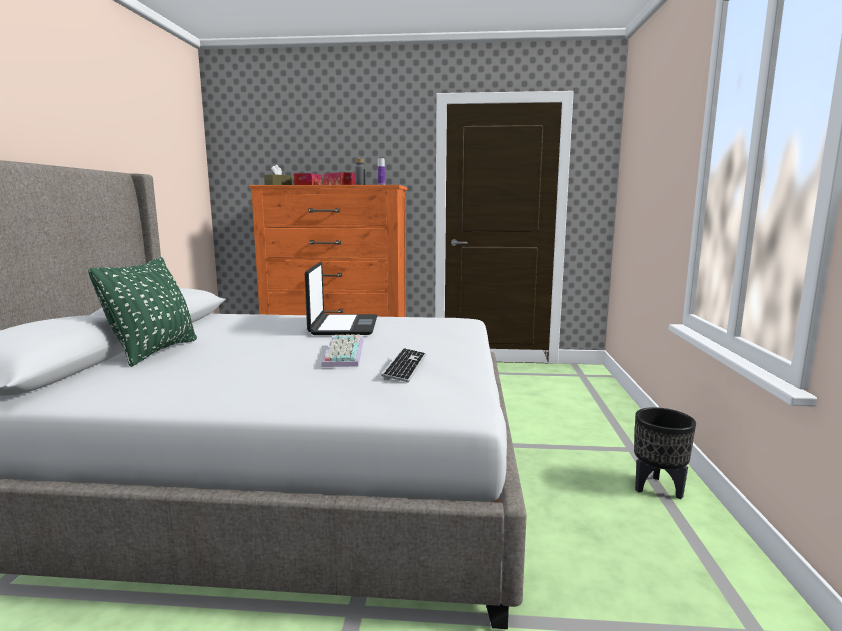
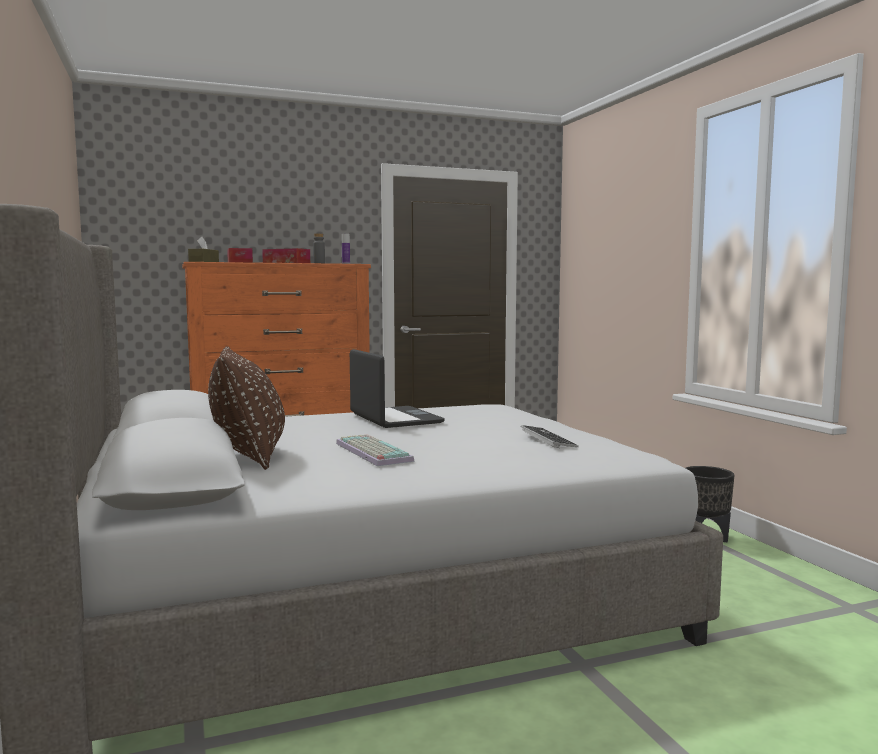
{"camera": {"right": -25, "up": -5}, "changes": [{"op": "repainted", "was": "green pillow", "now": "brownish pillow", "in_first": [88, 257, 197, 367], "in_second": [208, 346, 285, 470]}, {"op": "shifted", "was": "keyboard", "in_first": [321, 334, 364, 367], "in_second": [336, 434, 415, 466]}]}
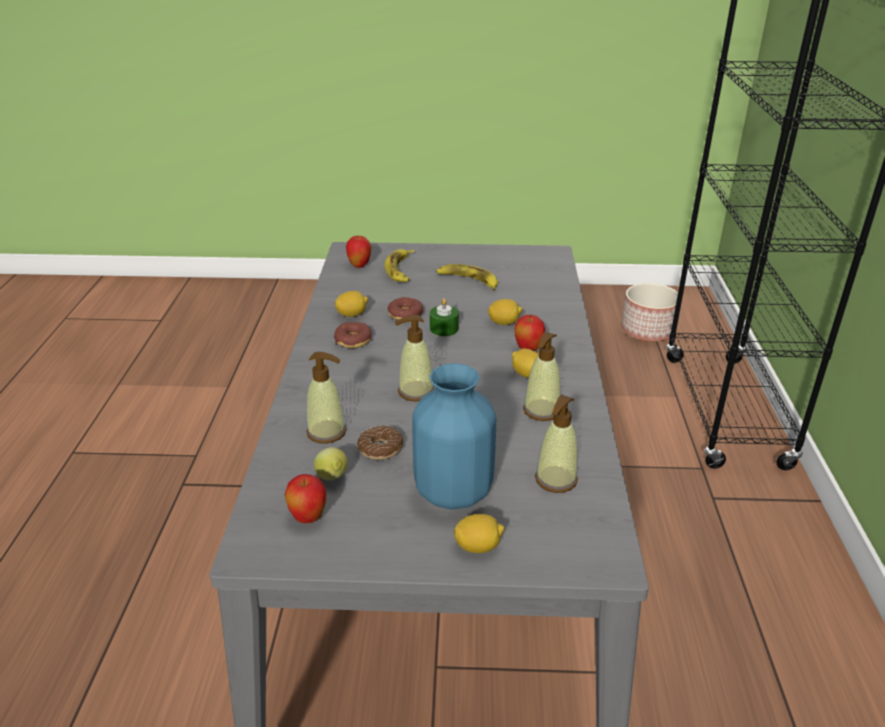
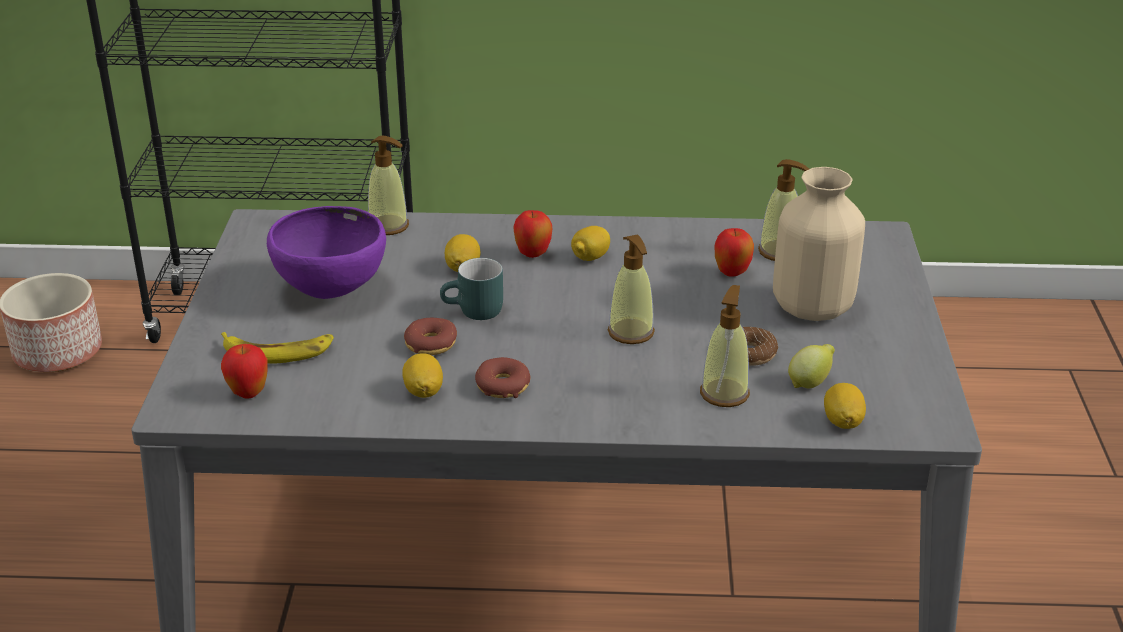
{"camera": {"right": -90, "up": 0}, "changes": [{"op": "swapped", "was": "whole banana", "now": "purple-coloured serving bowl", "in_first": [436, 264, 498, 290], "in_second": [267, 206, 386, 299]}, {"op": "shifted", "was": "liquid soap bottle", "in_first": [523, 332, 561, 421], "in_second": [368, 136, 409, 235]}, {"op": "swapped", "was": "green wax light", "now": "turquoise-coloured coffee mug", "in_first": [430, 298, 459, 336], "in_second": [440, 258, 503, 320]}, {"op": "shifted", "was": "apple", "in_first": [285, 474, 326, 523], "in_second": [714, 228, 754, 277]}, {"op": "repainted", "was": "bluish decorative vase", "now": "beige-coloured decorative vase", "in_first": [412, 363, 496, 510], "in_second": [773, 167, 865, 321]}, {"op": "shifted", "was": "whole lemon", "in_first": [454, 514, 505, 553], "in_second": [824, 383, 866, 429]}]}
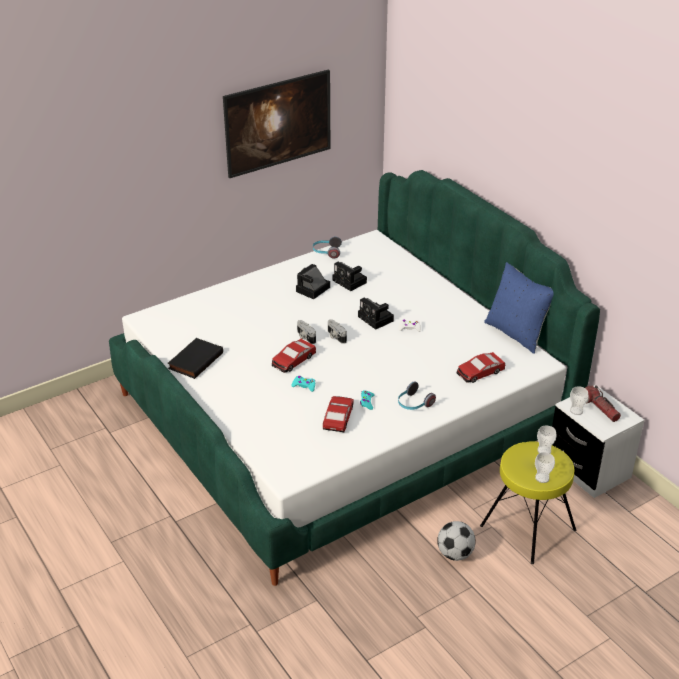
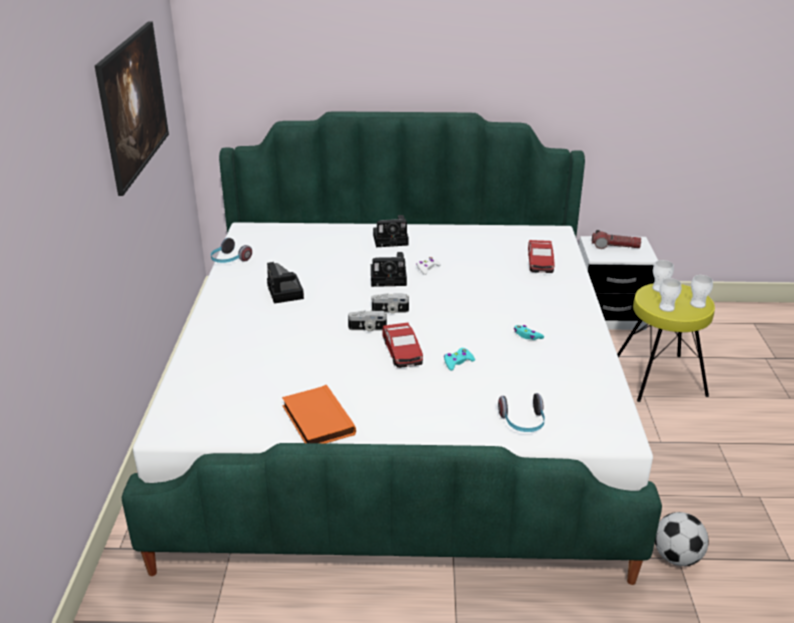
{"camera": {"right": -55, "up": -5}, "changes": [{"op": "repainted", "was": "blackish volume", "now": "orange volume", "in_first": [168, 338, 223, 379], "in_second": [282, 385, 356, 443]}, {"op": "shifted", "was": "photo camera", "in_first": [333, 262, 367, 291], "in_second": [373, 215, 409, 247]}, {"op": "shifted", "was": "headset", "in_first": [398, 381, 436, 410], "in_second": [498, 393, 545, 432]}, {"op": "shifted", "was": "ball for football", "in_first": [437, 521, 476, 561], "in_second": [655, 512, 709, 566]}, {"op": "shifted", "was": "small cup", "in_first": [570, 386, 589, 415], "in_second": [659, 278, 682, 312]}, {"op": "gone", "was": "toy car", "in_first": [323, 396, 354, 432]}, {"op": "gone", "was": "bluish pillow", "in_first": [484, 262, 554, 354]}]}
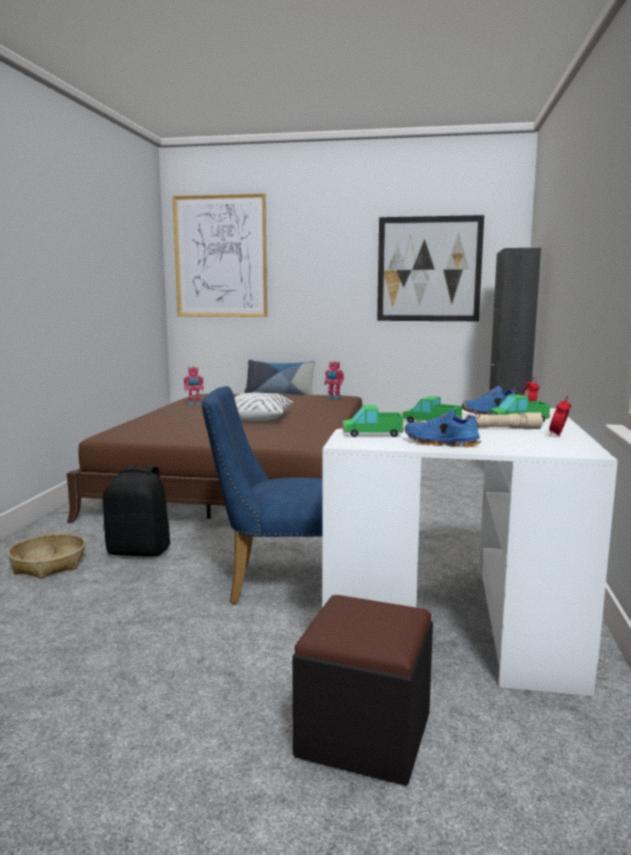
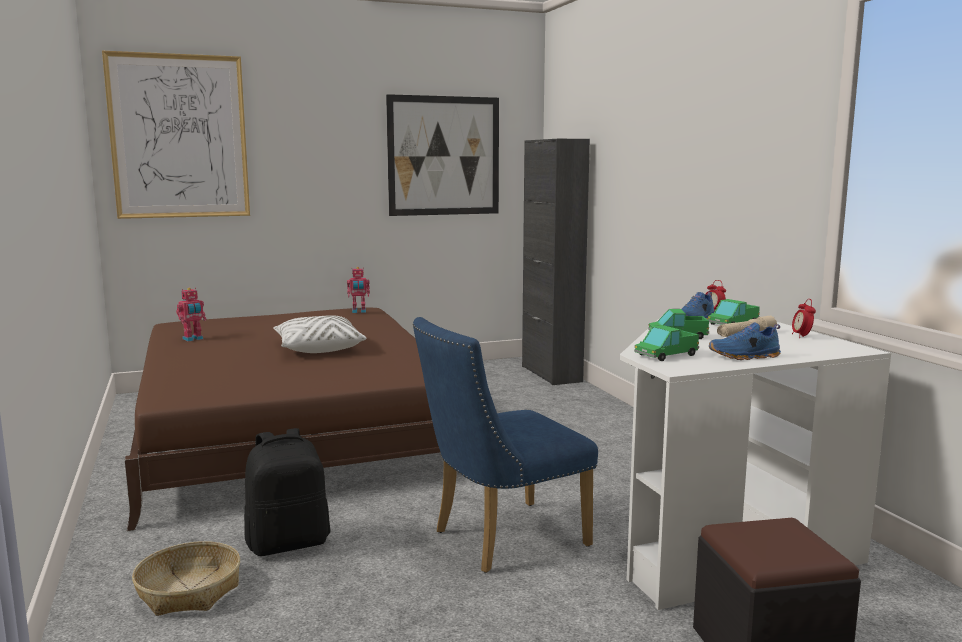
{"camera": {"right": -30, "up": 0}, "changes": [{"op": "gone", "was": "pillow", "in_first": [244, 360, 315, 395]}]}
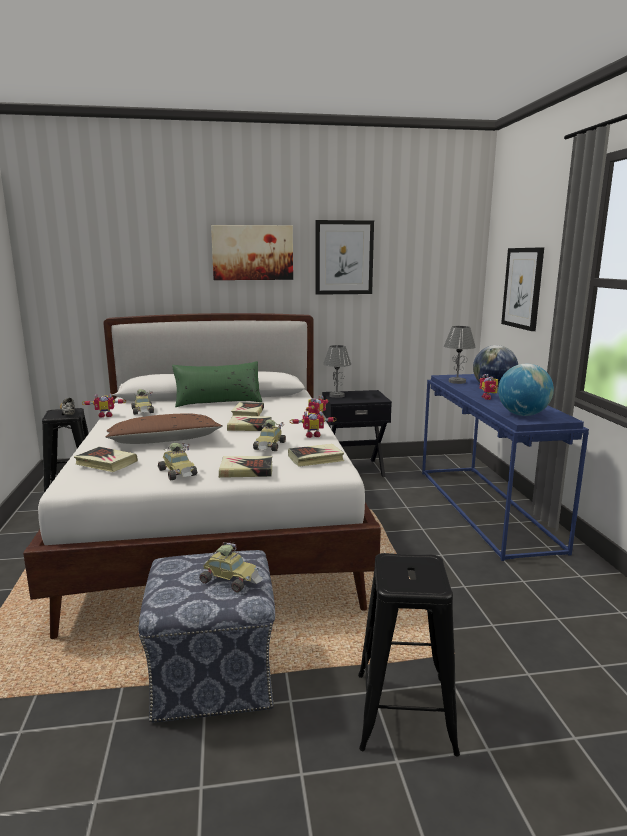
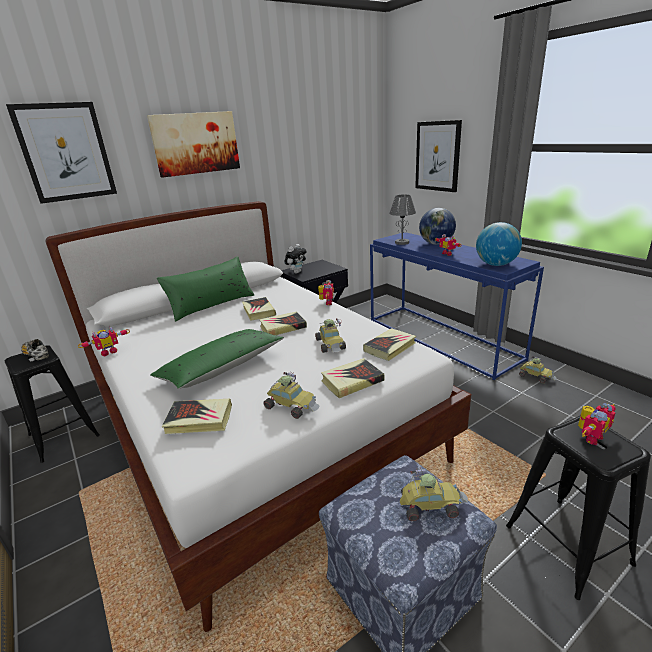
{"camera": {"right": -25, "up": 10}, "changes": [{"op": "shifted", "was": "wall art", "in_first": [315, 220, 374, 295], "in_second": [6, 102, 117, 204]}, {"op": "repainted", "was": "brownish pillow", "now": "green pillow", "in_first": [106, 413, 223, 444], "in_second": [150, 329, 284, 389]}, {"op": "swapped", "was": "gray table lamp", "now": "plush toy", "in_first": [323, 345, 351, 398], "in_second": [284, 244, 307, 273]}, {"op": "shifted", "was": "toy car", "in_first": [131, 389, 154, 415], "in_second": [519, 356, 557, 383]}, {"op": "shifted", "was": "model robot", "in_first": [290, 411, 336, 438], "in_second": [578, 403, 616, 445]}]}
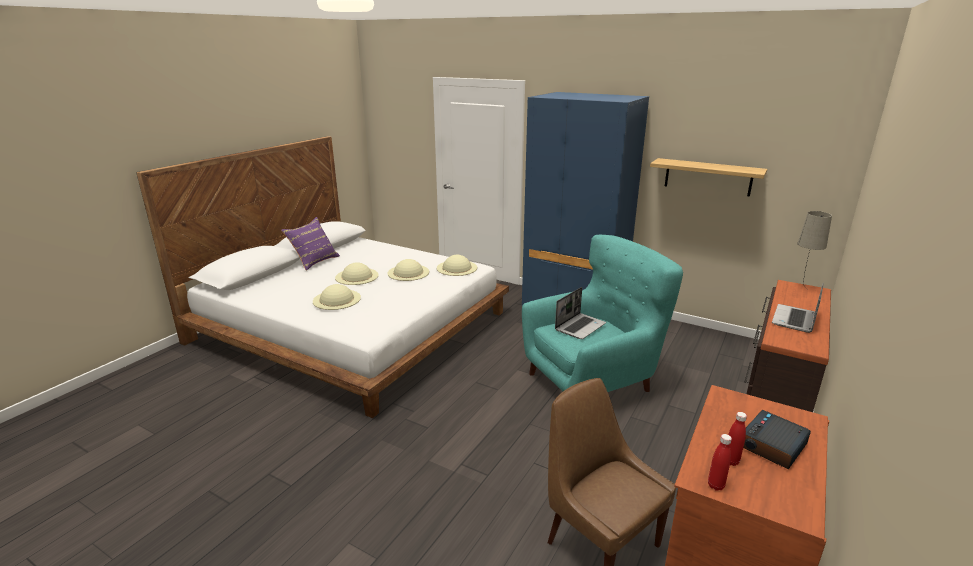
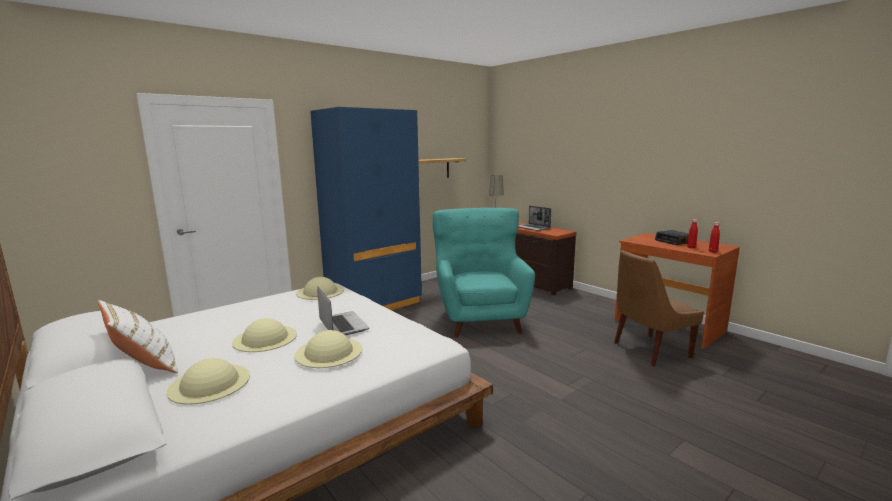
{"camera": {"right": -70, "up": -10}, "changes": [{"op": "repainted", "was": "purple-coloured pillow", "now": "whitish pillow", "in_first": [281, 217, 340, 271], "in_second": [98, 300, 178, 373]}, {"op": "shifted", "was": "beige-coloured wearable hat", "in_first": [387, 259, 429, 281], "in_second": [167, 358, 250, 405]}, {"op": "shifted", "was": "notebook computer", "in_first": [555, 287, 606, 339], "in_second": [317, 286, 369, 335]}]}
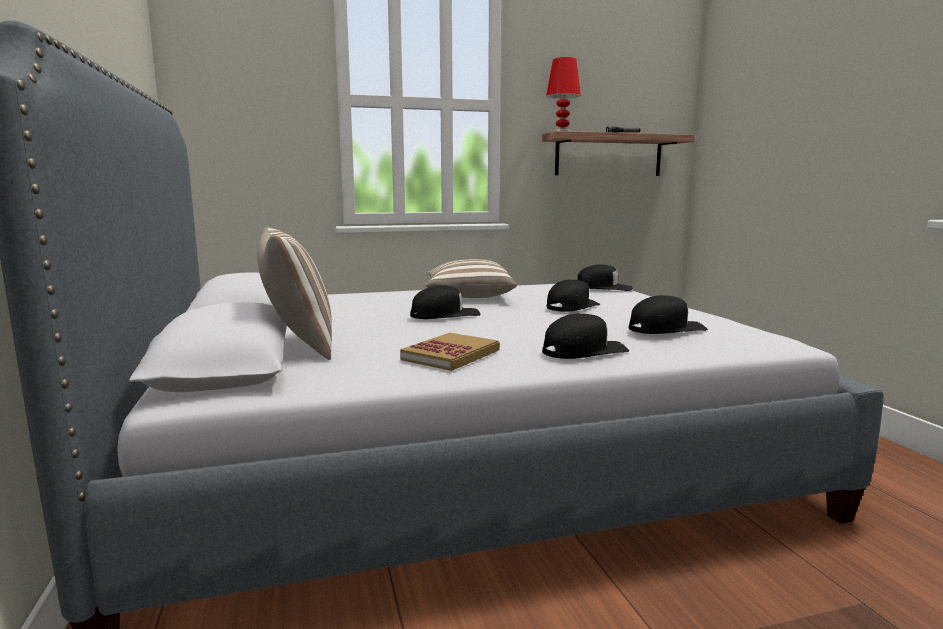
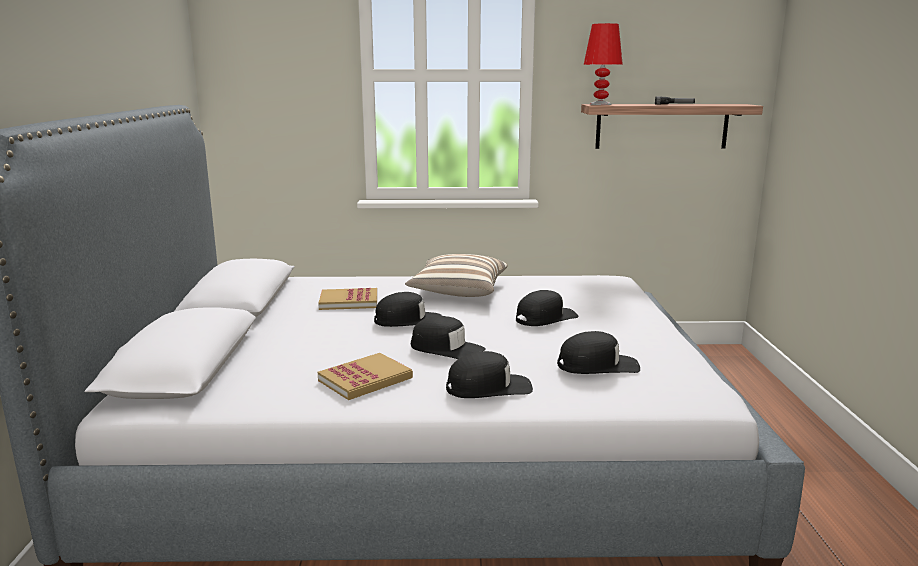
{"camera": {"right": 15, "up": 5}, "changes": [{"op": "new", "now": "volume", "in_second": [318, 287, 377, 310]}, {"op": "shifted", "was": "blackish peaked cap", "in_first": [577, 265, 633, 291], "in_second": [411, 316, 486, 359]}, {"op": "gone", "was": "pillow", "in_first": [257, 226, 332, 360]}]}
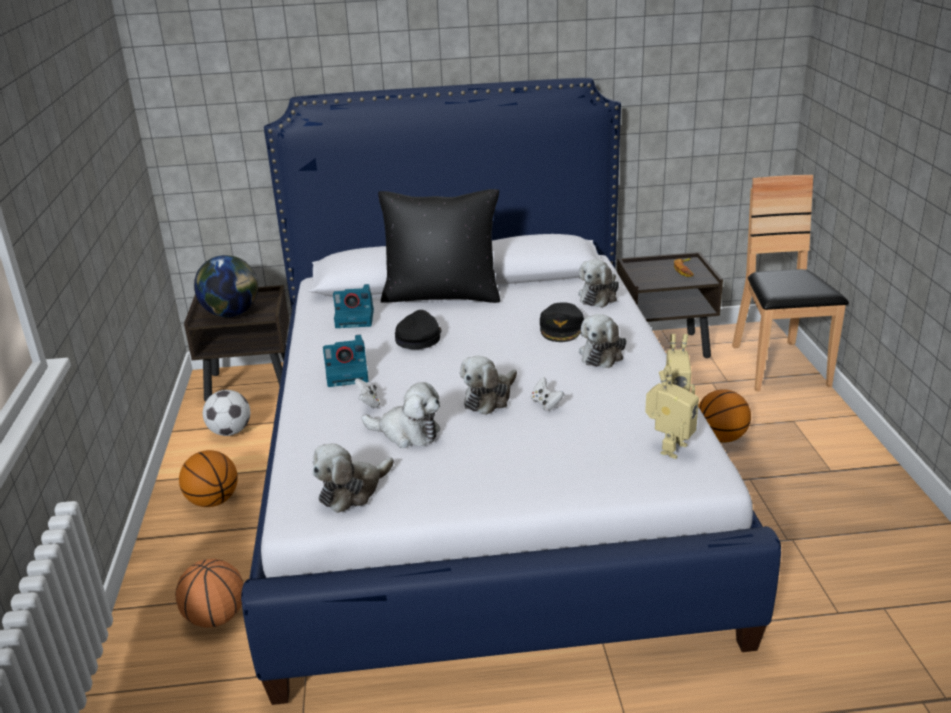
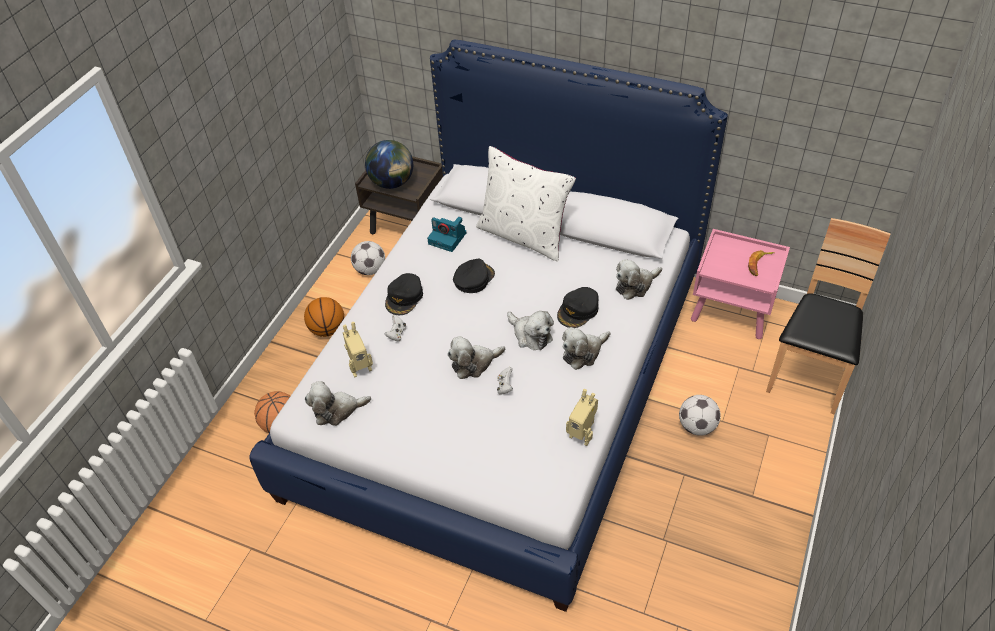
{"camera": {"right": 30, "up": 20}, "changes": [{"op": "shifted", "was": "model robot", "in_first": [645, 365, 699, 459], "in_second": [343, 322, 373, 377]}, {"op": "swapped", "was": "photo camera", "now": "blackish peaked cap", "in_first": [323, 335, 369, 387], "in_second": [385, 273, 423, 315]}, {"op": "repainted", "was": "blackish pillow", "now": "whitish pillow", "in_first": [378, 189, 500, 303], "in_second": [476, 146, 576, 262]}, {"op": "shifted", "was": "plush toy", "in_first": [361, 382, 440, 448], "in_second": [507, 311, 554, 350]}, {"op": "swapped", "was": "basketball", "now": "ball for football", "in_first": [698, 389, 751, 443], "in_second": [679, 395, 721, 436]}, {"op": "repainted", "was": "brownish bedside table", "now": "pinkish bedside table", "in_first": [617, 252, 723, 358], "in_second": [691, 229, 790, 339]}]}
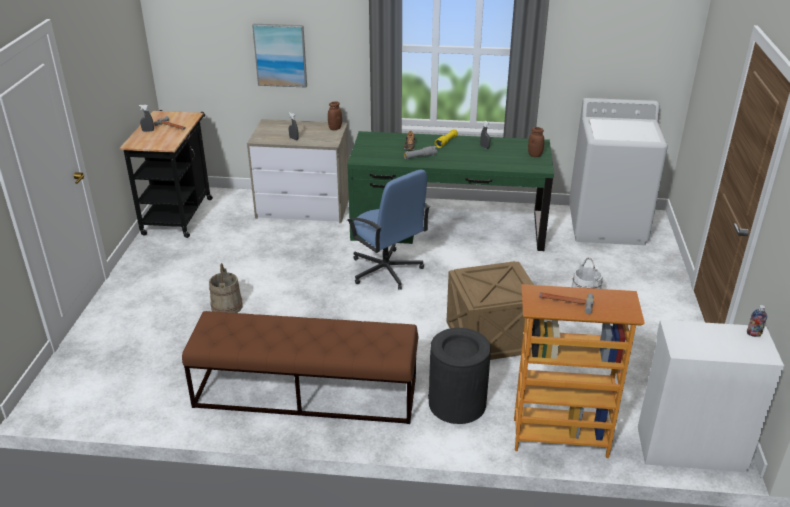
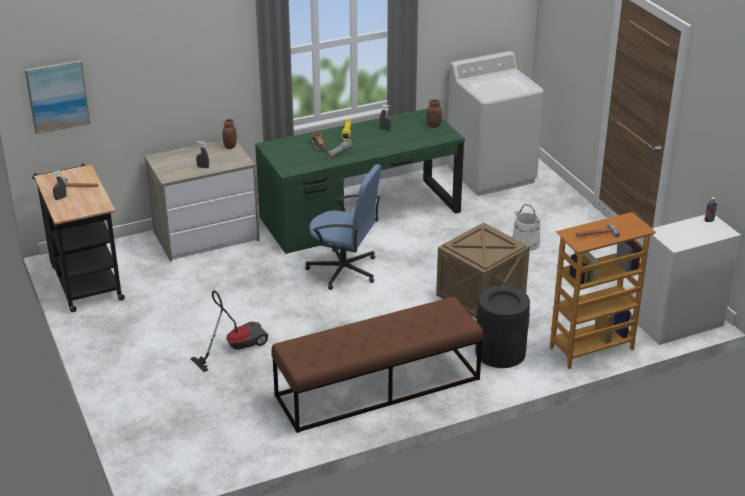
{"camera": {"right": -30, "up": 0}, "changes": [{"op": "shifted", "was": "wall art", "in_first": [252, 24, 307, 88], "in_second": [25, 60, 90, 134]}, {"op": "swapped", "was": "beige-coloured pail", "now": "vacuum", "in_first": [209, 263, 243, 313], "in_second": [190, 290, 268, 372]}]}
